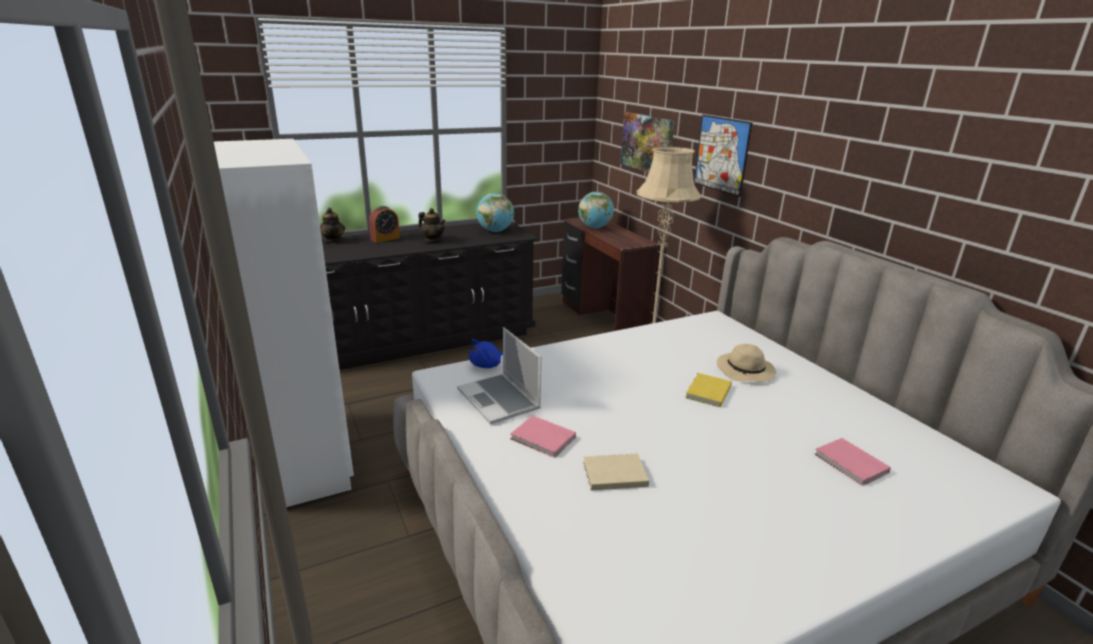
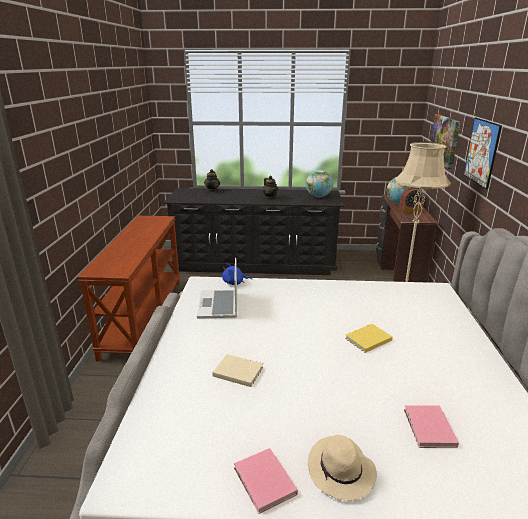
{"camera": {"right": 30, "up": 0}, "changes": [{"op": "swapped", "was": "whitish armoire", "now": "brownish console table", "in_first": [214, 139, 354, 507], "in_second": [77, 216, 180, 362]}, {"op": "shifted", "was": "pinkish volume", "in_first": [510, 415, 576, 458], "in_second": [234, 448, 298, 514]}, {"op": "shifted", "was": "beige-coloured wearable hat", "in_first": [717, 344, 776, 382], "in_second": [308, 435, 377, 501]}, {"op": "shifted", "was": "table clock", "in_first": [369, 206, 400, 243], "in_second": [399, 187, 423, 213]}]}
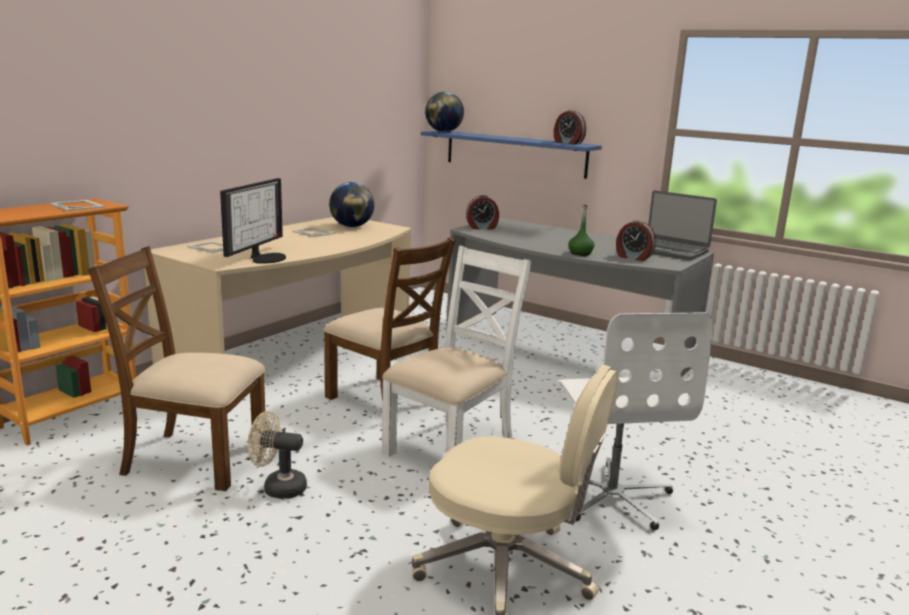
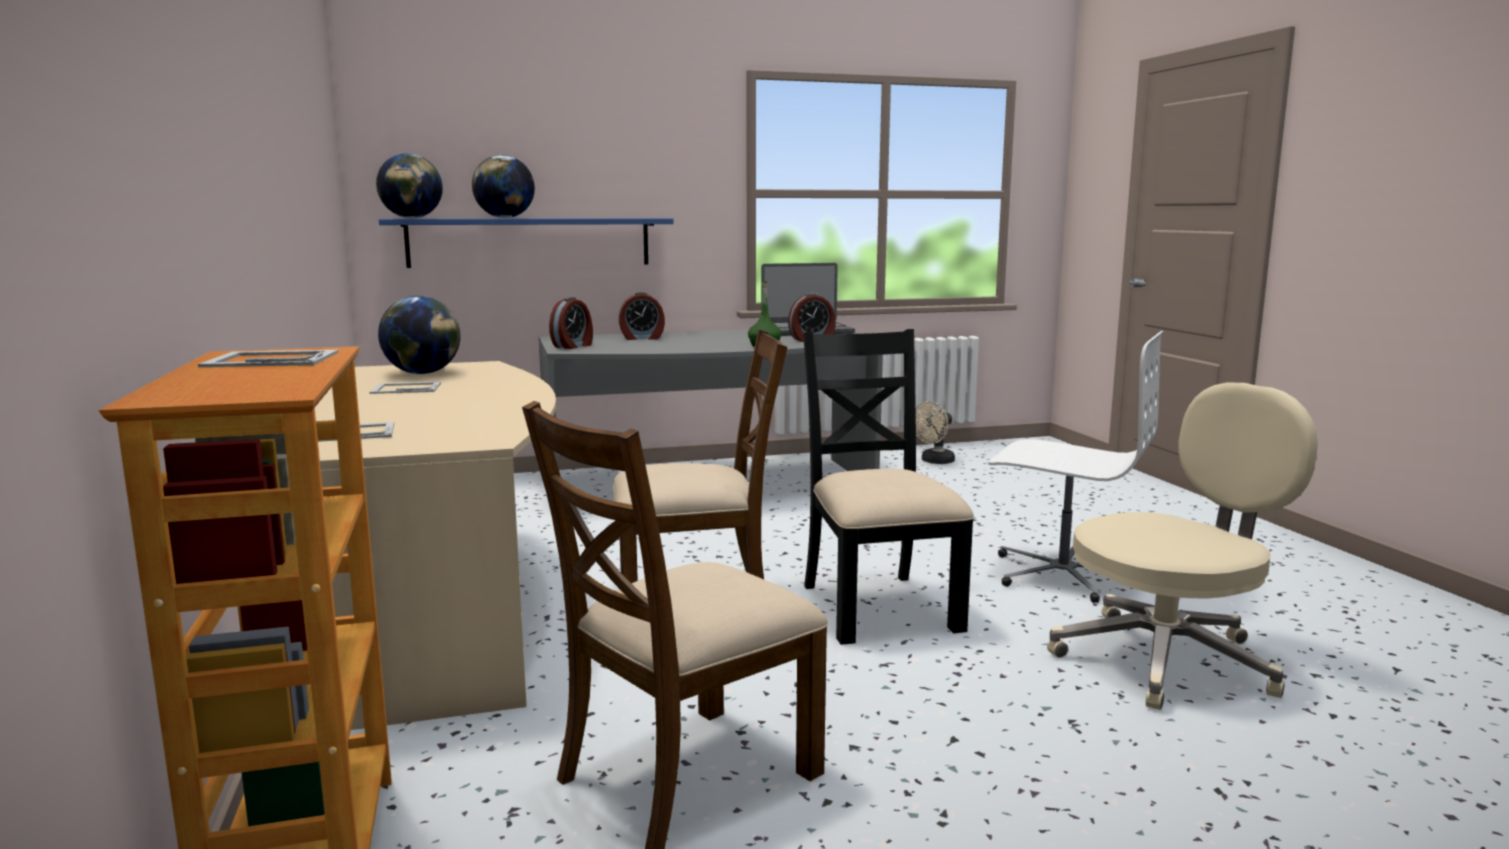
{"camera": {"right": -50, "up": -5}, "changes": [{"op": "new", "now": "world globe", "in_second": [472, 155, 535, 218]}, {"op": "shifted", "was": "table clock", "in_first": [554, 110, 586, 144], "in_second": [619, 292, 665, 340]}, {"op": "repainted", "was": "whitish plain chair", "now": "blackish plain chair", "in_first": [382, 245, 532, 457], "in_second": [803, 329, 974, 645]}, {"op": "shifted", "was": "beige-coloured fan", "in_first": [248, 411, 307, 499], "in_second": [916, 401, 955, 464]}, {"op": "gone", "was": "computer screen", "in_first": [220, 178, 286, 264]}]}
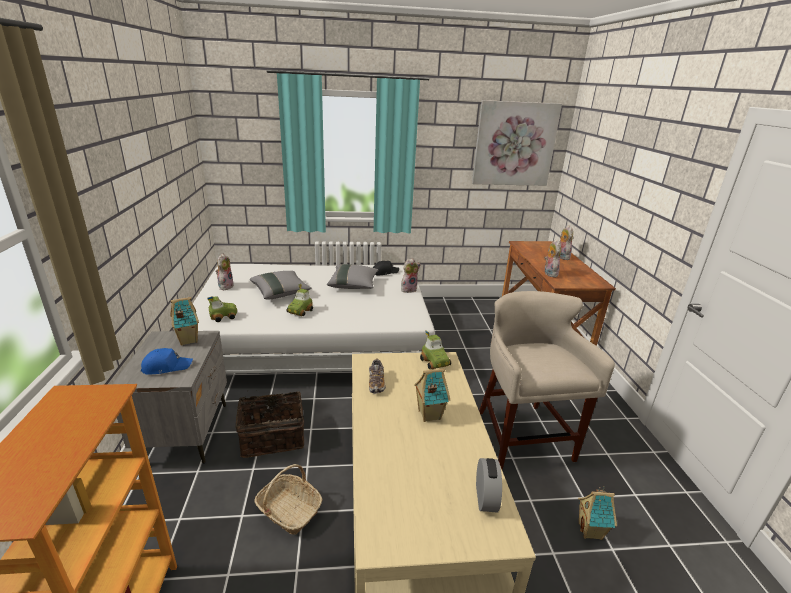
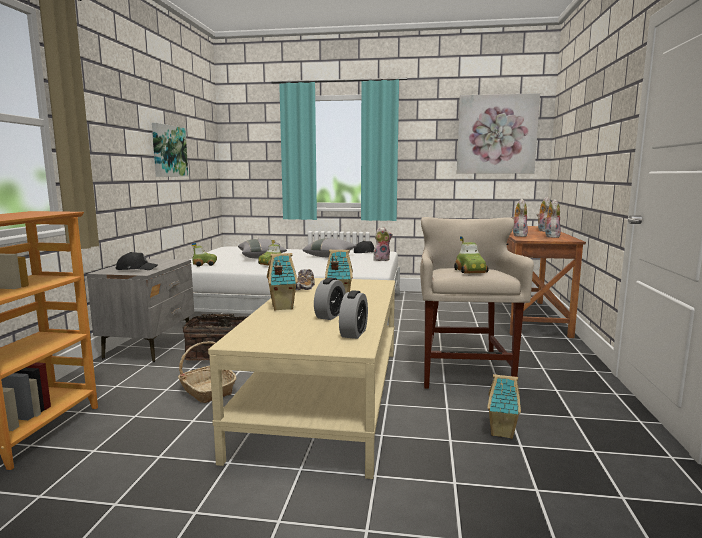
{"camera": {"right": 15, "up": -15}, "changes": [{"op": "repainted", "was": "bluish peaked cap", "now": "blackish peaked cap", "in_first": [141, 348, 193, 375], "in_second": [116, 252, 158, 270]}, {"op": "new", "now": "wall art", "in_second": [152, 123, 188, 177]}, {"op": "shifted", "was": "miniature house", "in_first": [170, 297, 199, 345], "in_second": [267, 253, 298, 311]}, {"op": "new", "now": "table clock", "in_second": [314, 277, 346, 320]}, {"op": "shifted", "was": "toy car", "in_first": [420, 331, 451, 369], "in_second": [454, 236, 489, 274]}, {"op": "shifted", "was": "plush toy", "in_first": [215, 254, 234, 290], "in_second": [543, 199, 561, 238]}]}
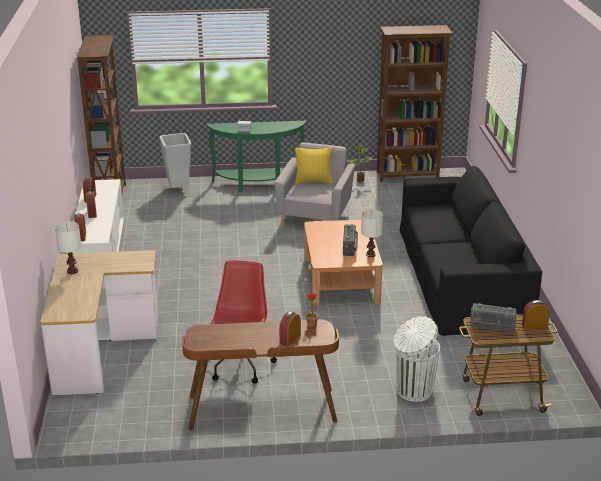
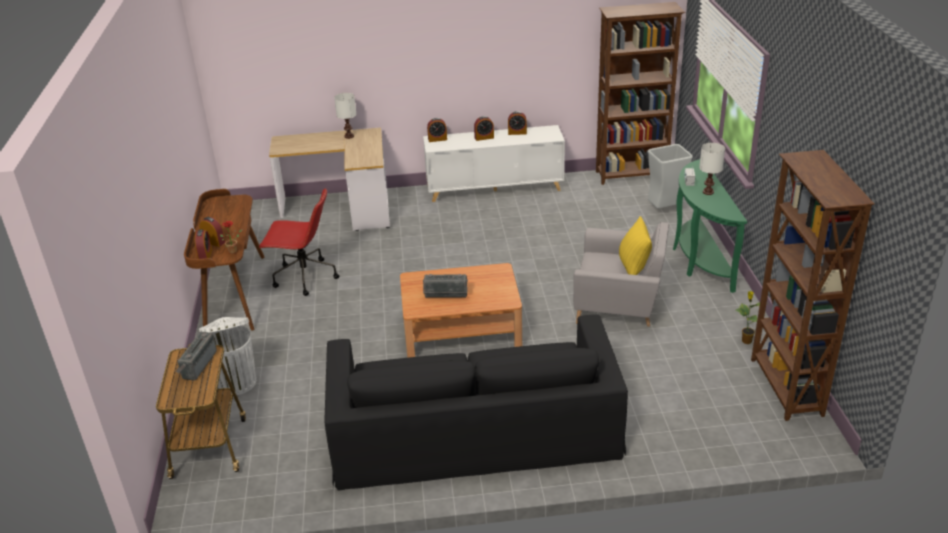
{"camera": {"right": 90, "up": 5}, "changes": [{"op": "shifted", "was": "table clock", "in_first": [522, 300, 550, 330], "in_second": [194, 229, 212, 259]}, {"op": "shifted", "was": "whitish table lamp", "in_first": [361, 210, 383, 257], "in_second": [699, 143, 725, 195]}]}
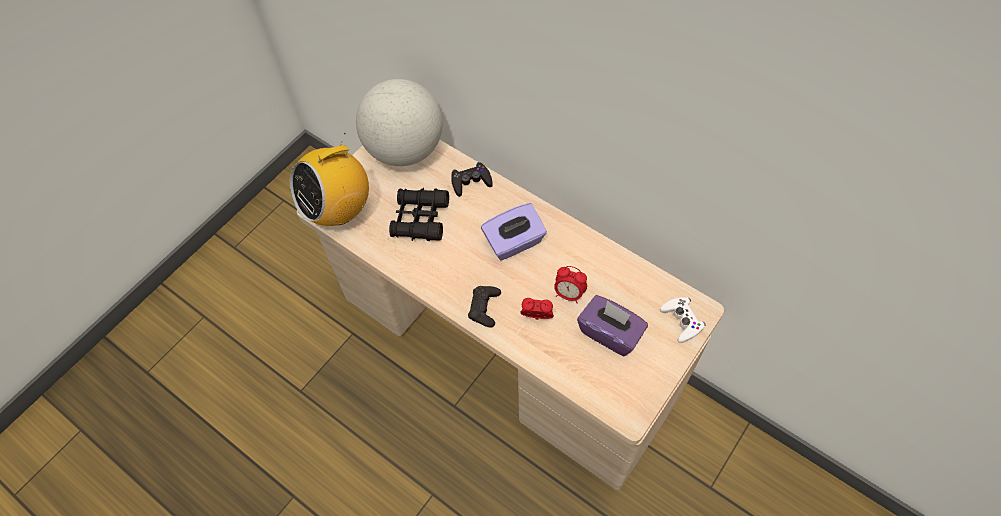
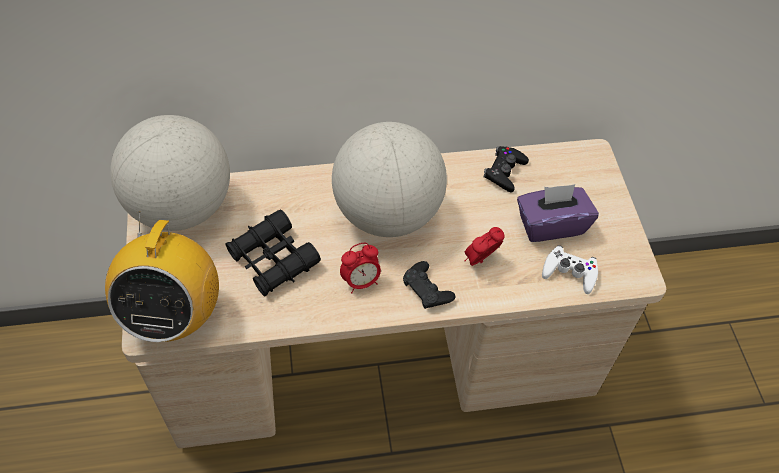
{"camera": {"right": -50, "up": -5}, "changes": [{"op": "swapped", "was": "purple-coloured tissue holder", "now": "world globe", "in_first": [481, 203, 547, 260], "in_second": [332, 122, 447, 237]}, {"op": "shifted", "was": "table clock", "in_first": [554, 266, 587, 304], "in_second": [340, 243, 381, 294]}, {"op": "shifted", "was": "blackish gamepad", "in_first": [451, 162, 493, 197], "in_second": [483, 146, 529, 193]}, {"op": "shifted", "was": "whitish gamepad", "in_first": [660, 297, 706, 343], "in_second": [542, 245, 598, 294]}]}
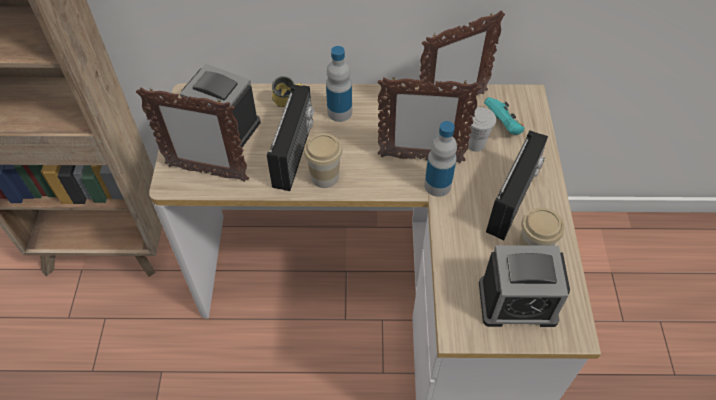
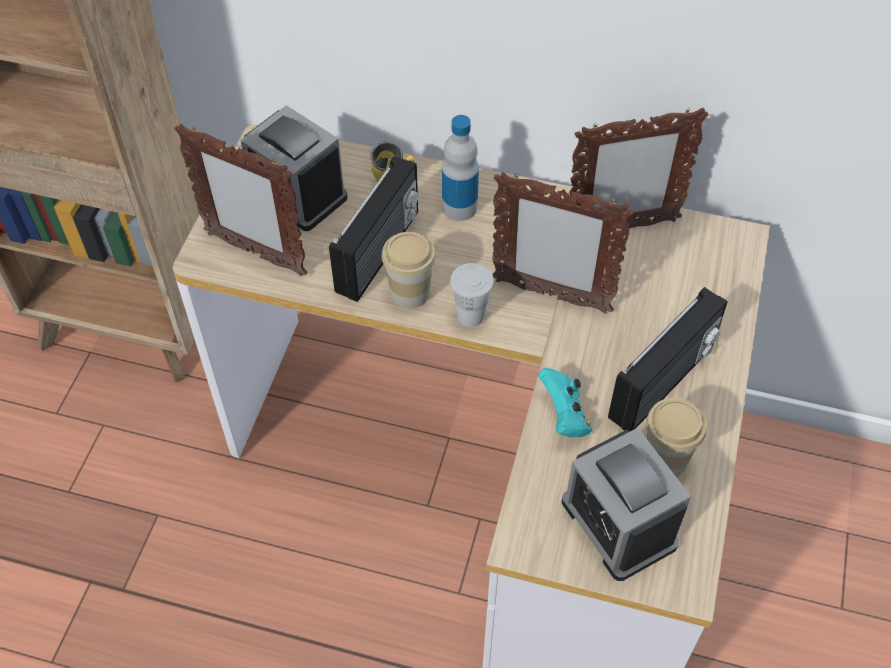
{"camera": {"right": 15, "up": 0}, "changes": [{"op": "shifted", "was": "whitish small cup", "in_first": [467, 107, 496, 152], "in_second": [450, 263, 494, 327]}, {"op": "shifted", "was": "turquoise-coloured gamepad", "in_first": [484, 97, 524, 135], "in_second": [538, 368, 592, 437]}, {"op": "rotated", "was": "table clock", "in_first": [479, 245, 570, 327], "in_second": [562, 428, 691, 581], "clockwise": 45}, {"op": "gone", "was": "bottle", "in_first": [424, 121, 457, 197]}]}
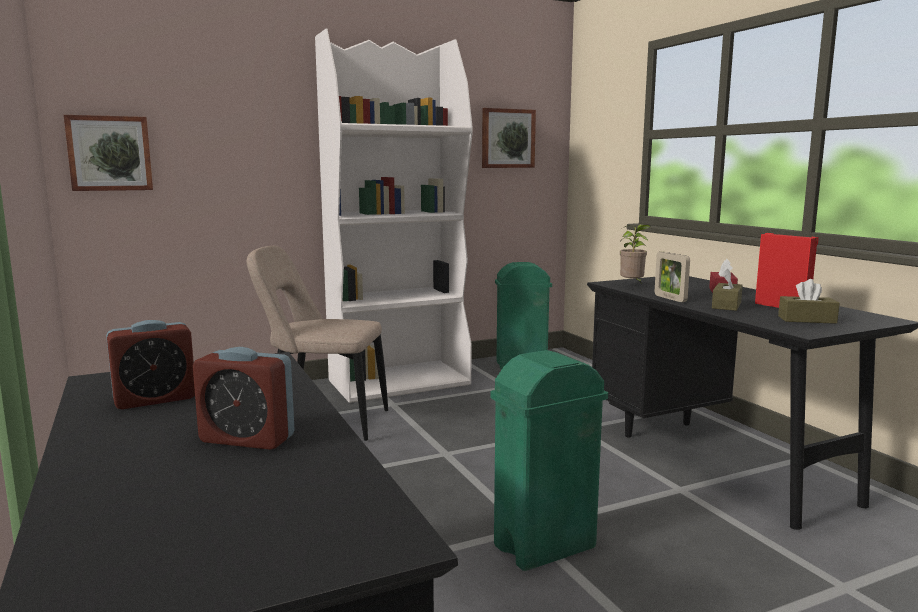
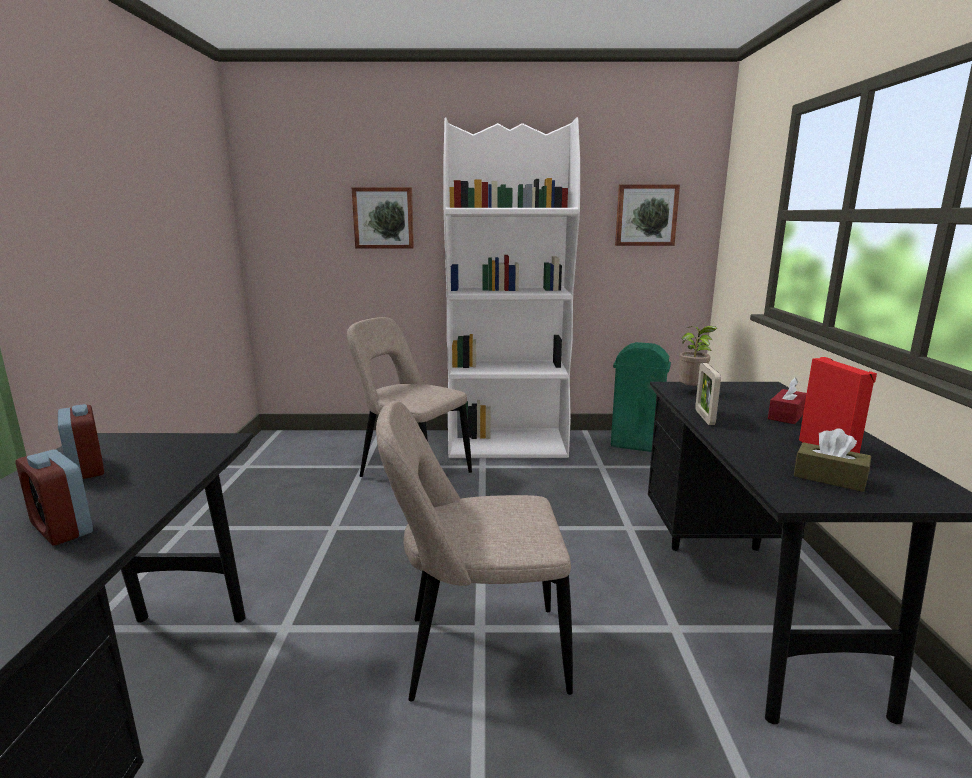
{"camera": {"right": 25, "up": 5}, "changes": [{"op": "rotated", "was": "table clock", "in_first": [106, 320, 195, 410], "in_second": [58, 404, 104, 479], "clockwise": -120}, {"op": "shifted", "was": "wall art", "in_first": [64, 115, 153, 191], "in_second": [351, 187, 414, 249]}, {"op": "swapped", "was": "green waste bin", "now": "beige-coloured plain chair", "in_first": [490, 350, 608, 571], "in_second": [376, 401, 573, 702]}, {"op": "gone", "was": "brownish tissue holder", "in_first": [712, 268, 743, 311]}]}
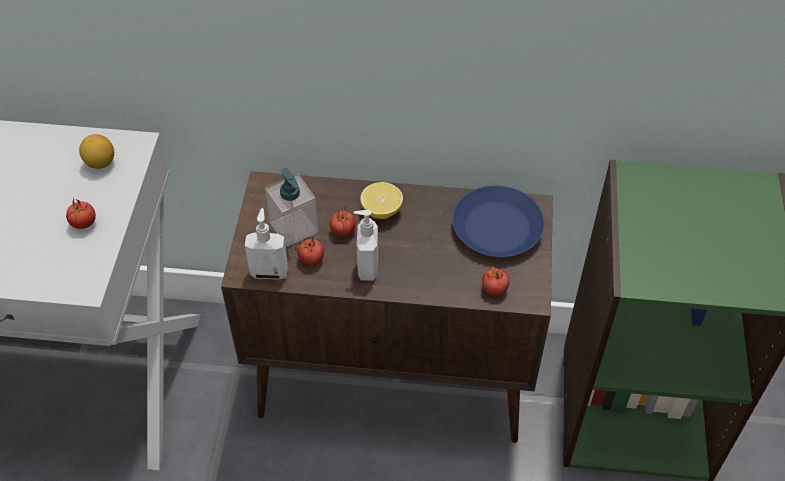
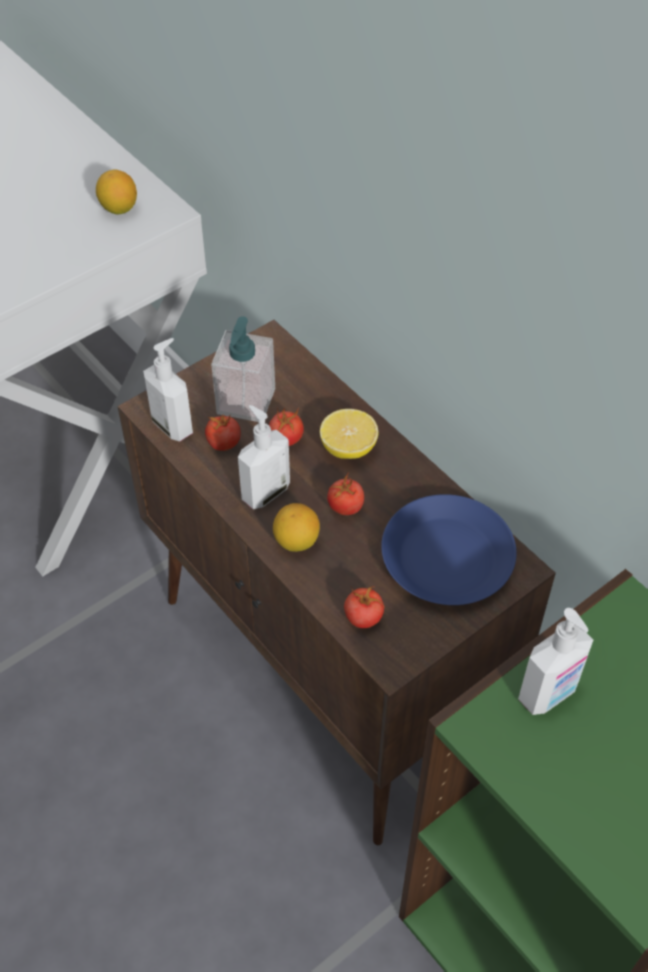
{"camera": {"right": 45, "up": 0}, "changes": [{"op": "new", "now": "whole lemon", "in_second": [273, 503, 320, 552]}, {"op": "shifted", "was": "tomato", "in_first": [66, 198, 96, 229], "in_second": [327, 472, 364, 515]}, {"op": "new", "now": "liquid soap bottle", "in_second": [518, 608, 593, 715]}]}
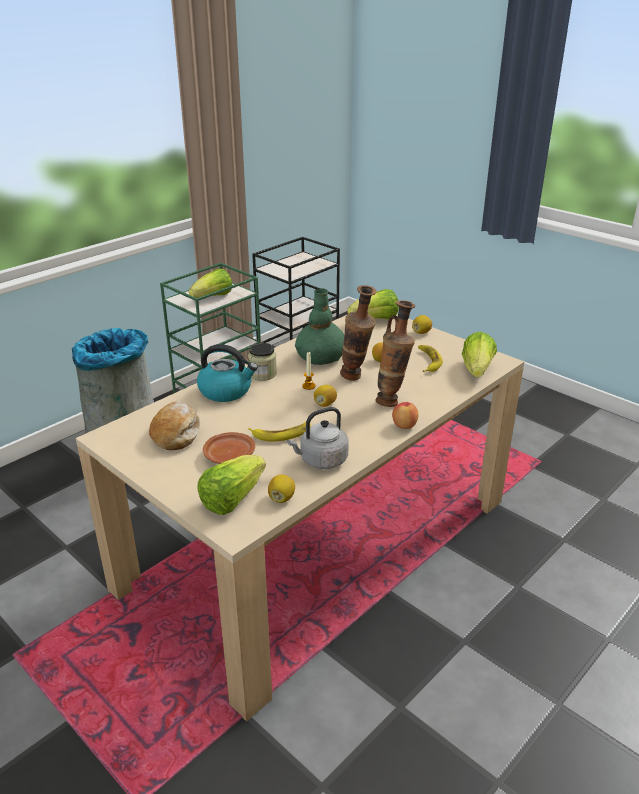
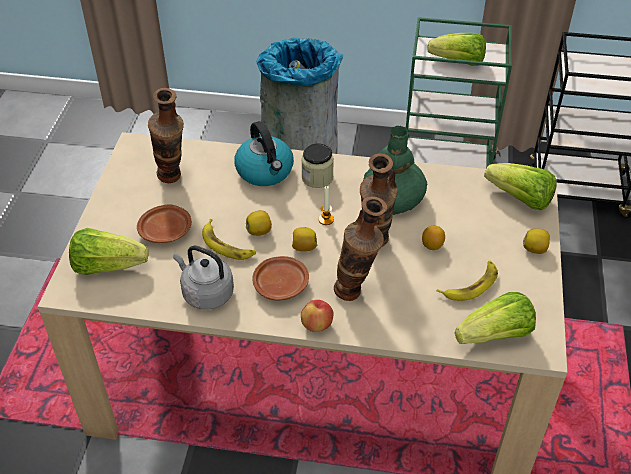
{"camera": {"right": 55, "up": 15}, "changes": [{"op": "swapped", "was": "bread", "now": "decorative vase", "in_first": [149, 401, 200, 450], "in_second": [148, 88, 184, 183]}, {"op": "shifted", "was": "whole lemon", "in_first": [268, 474, 295, 503], "in_second": [246, 210, 272, 236]}, {"op": "new", "now": "brownish flat dish", "in_second": [253, 256, 309, 300]}]}
